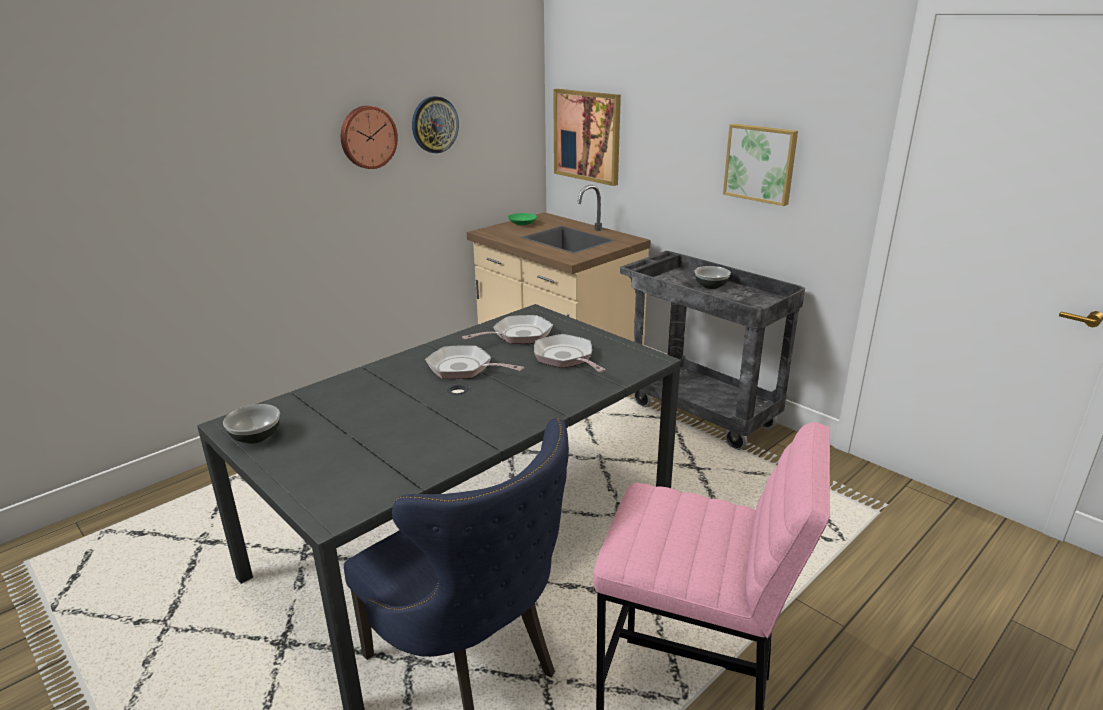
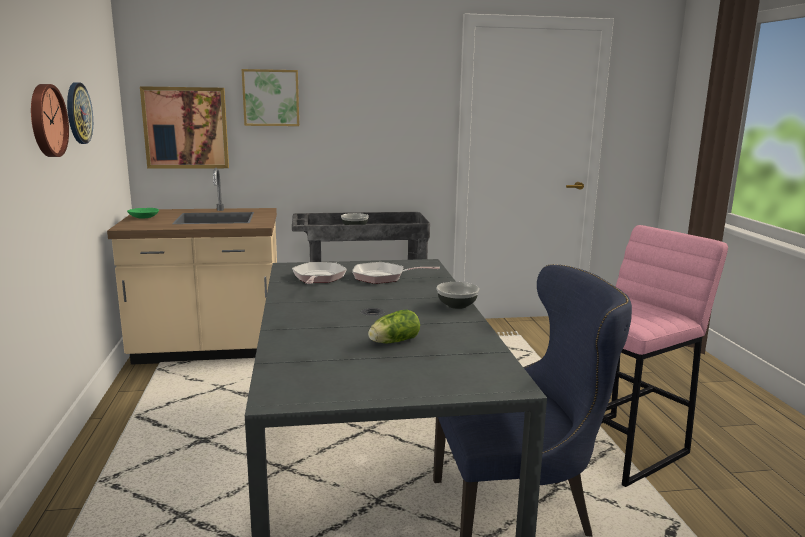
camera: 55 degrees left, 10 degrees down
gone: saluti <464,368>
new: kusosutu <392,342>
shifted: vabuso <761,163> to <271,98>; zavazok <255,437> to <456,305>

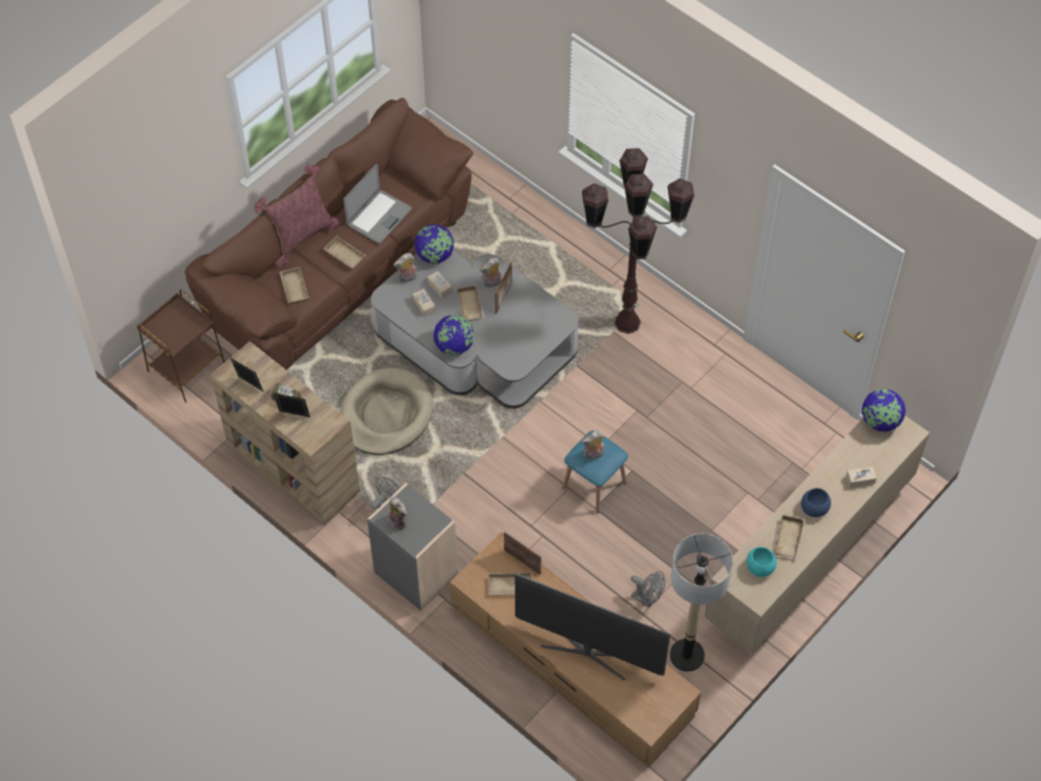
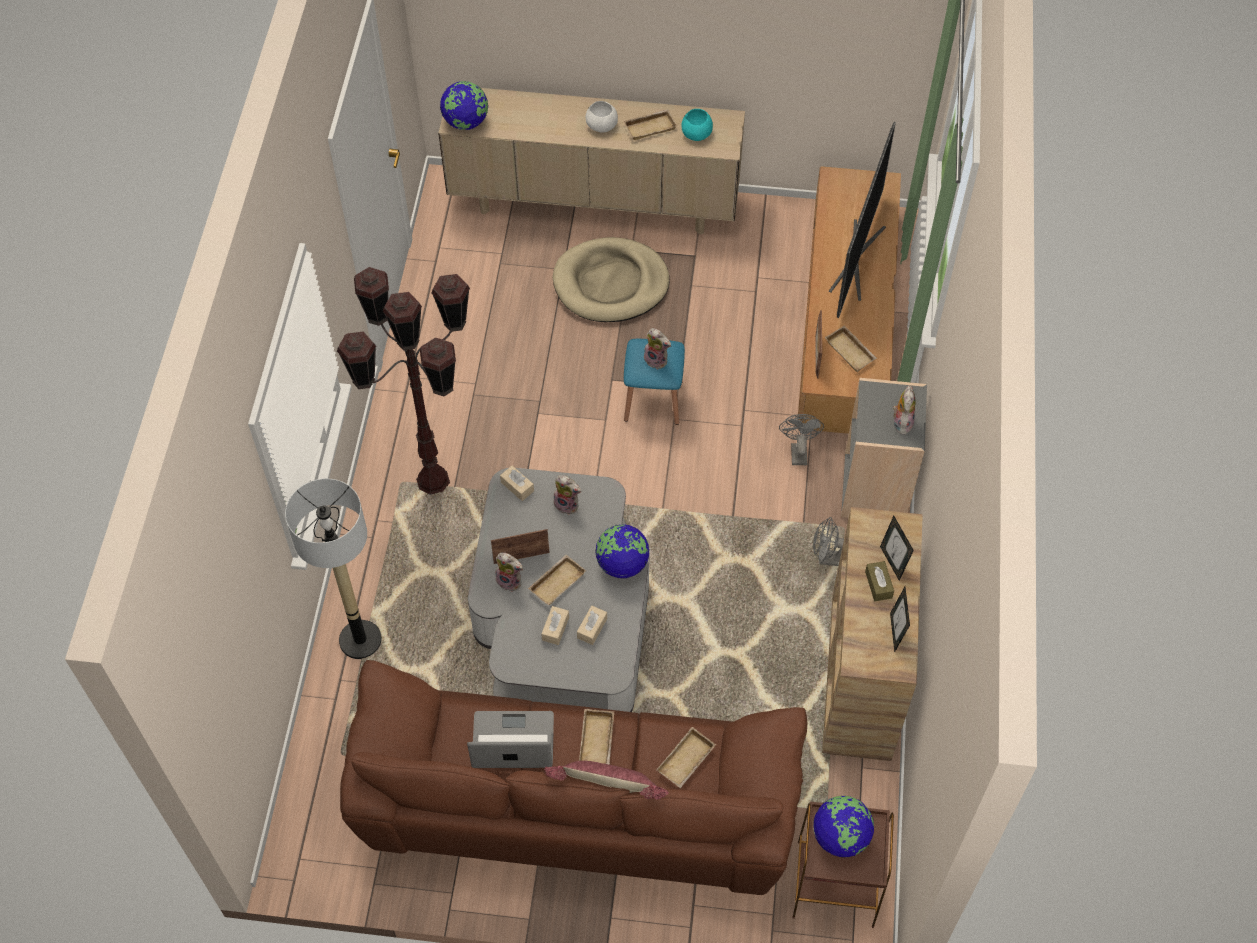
camera: 125 degrees left, 0 degrees up
shifted: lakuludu <687,655> to <360,639>; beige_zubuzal <860,480> to <517,486>; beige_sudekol <386,414> to <611,284>; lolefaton <407,278> to <568,504>; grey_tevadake <647,599> to <798,451>; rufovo <434,256> to <840,836>
repainted: blue_zavazok <814,508> to white_zavazok <602,125>
rotated: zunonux <588,650> = <857,259> 150 degrees counterclockwise

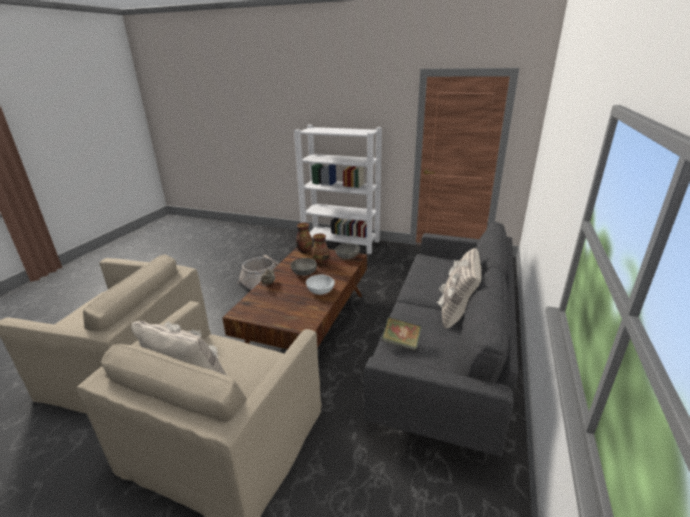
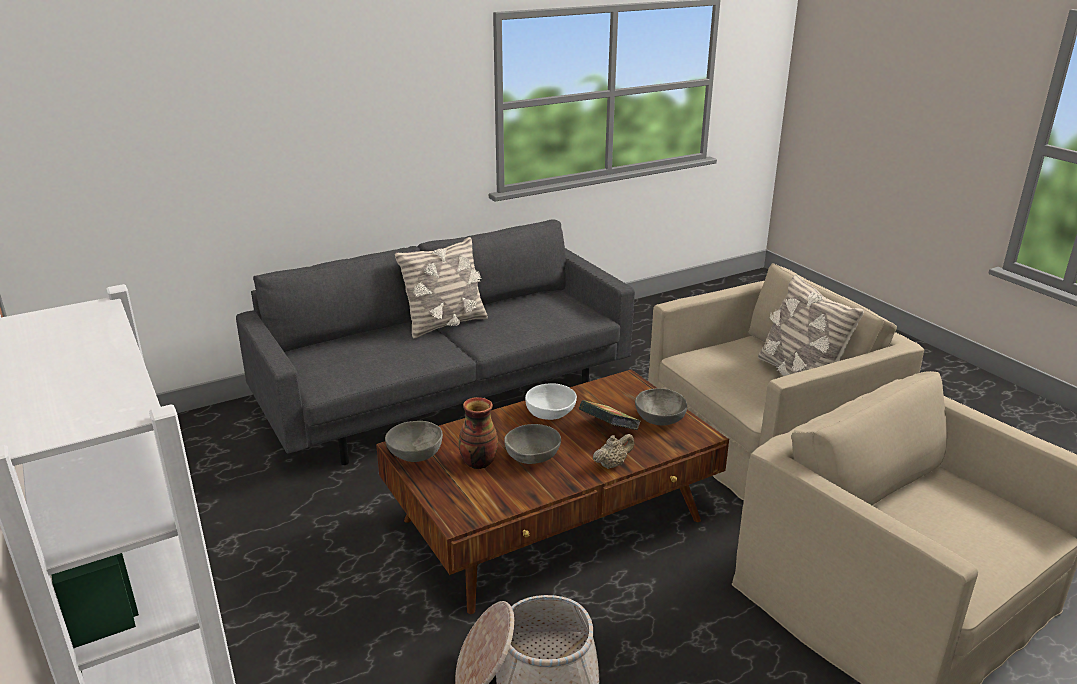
camera: 140 degrees left, 0 degrees up
gone: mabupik <304,251>
new: grey_zavazok <659,419>
shifted: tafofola <401,342> to <608,430>

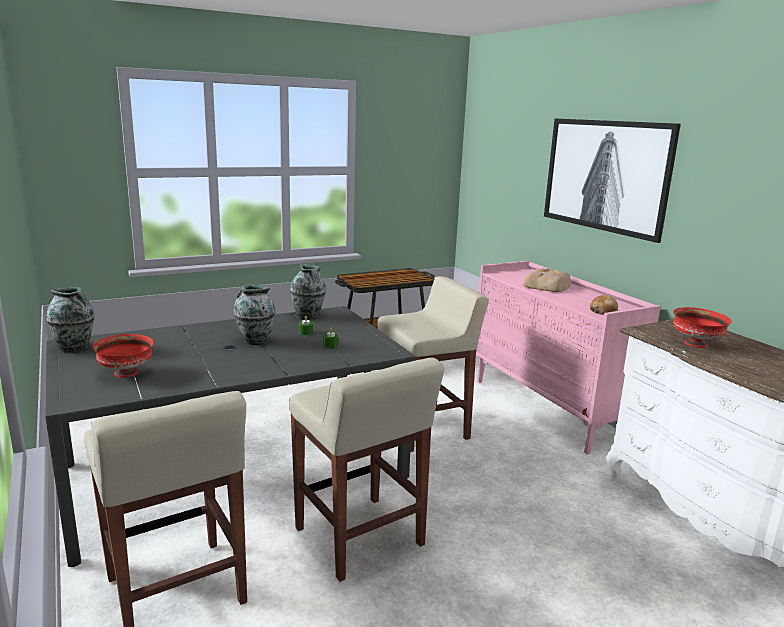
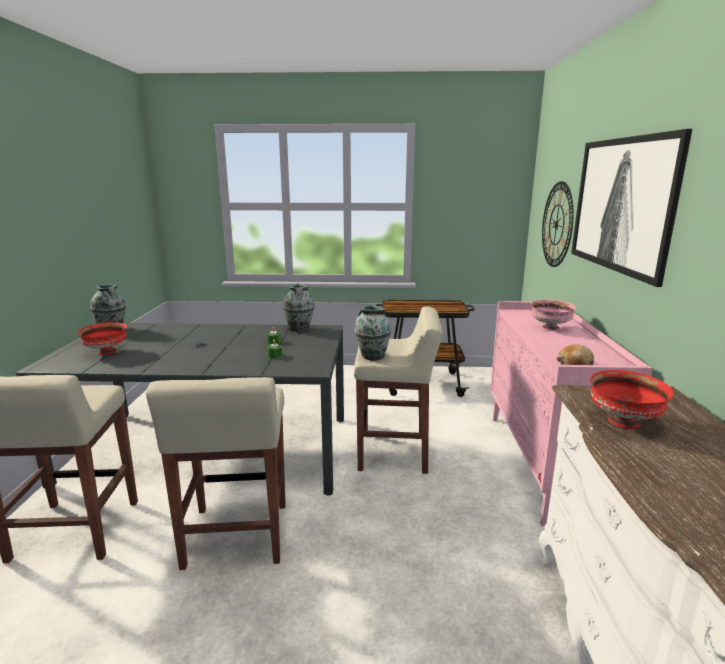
camera: 30 degrees right, 0 degrees up
new: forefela <556,225>
shifted: mabupik <255,340> to <372,356>
swapped: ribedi <547,285> to pink_zavazok <550,328>

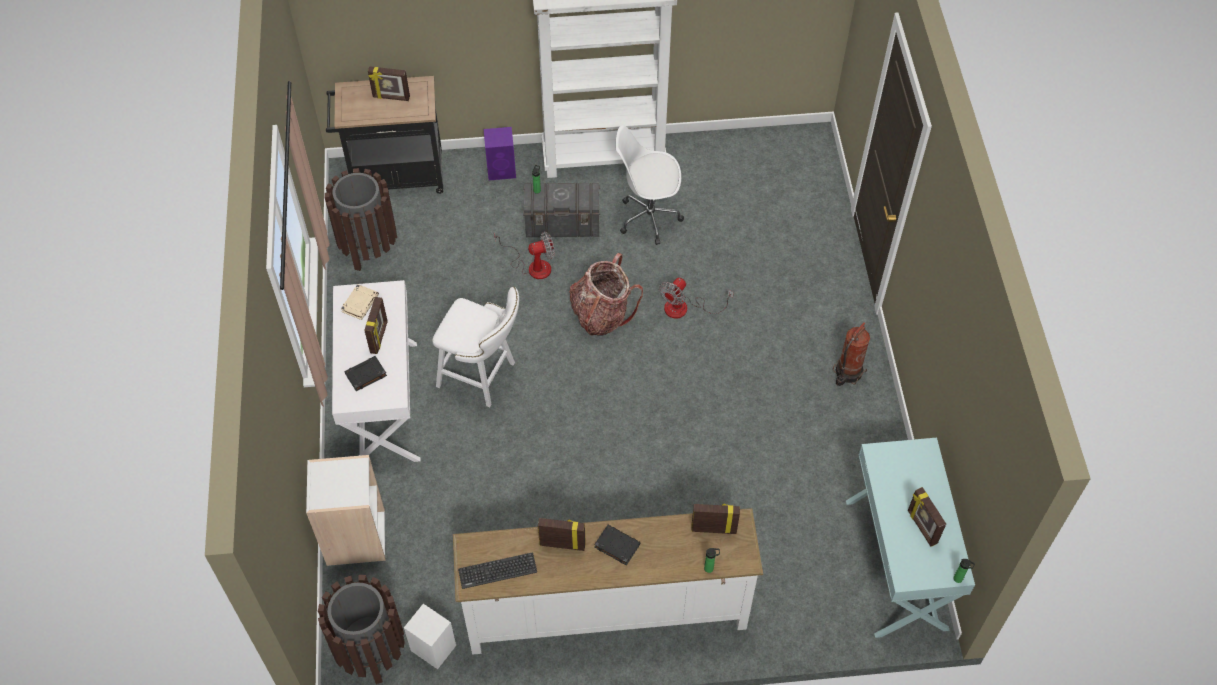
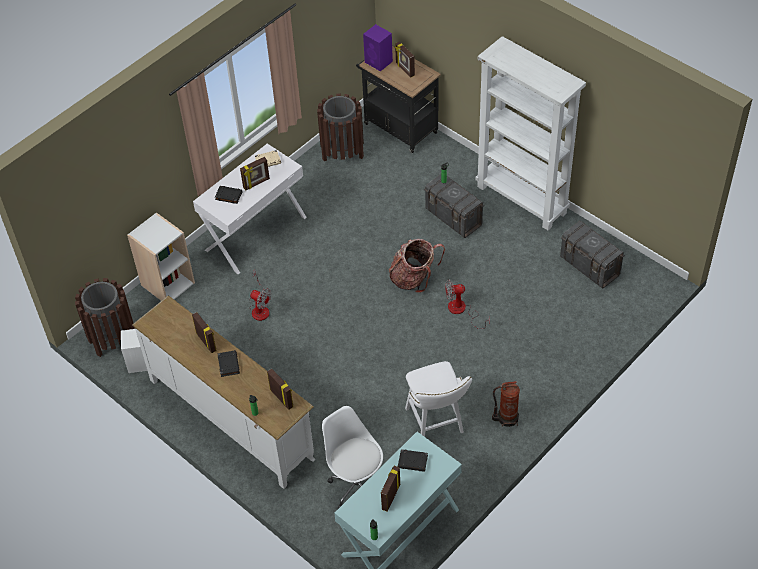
camera: 50 degrees right, 5 degrees down
gone: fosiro <497,571>
new: black_tafofola <413,462>; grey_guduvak <589,266>
shifted: tevadake <532,266> to <260,308>; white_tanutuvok <647,218> to <355,486>; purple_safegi <502,169> to <379,62>; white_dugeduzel <484,378> to <436,426>

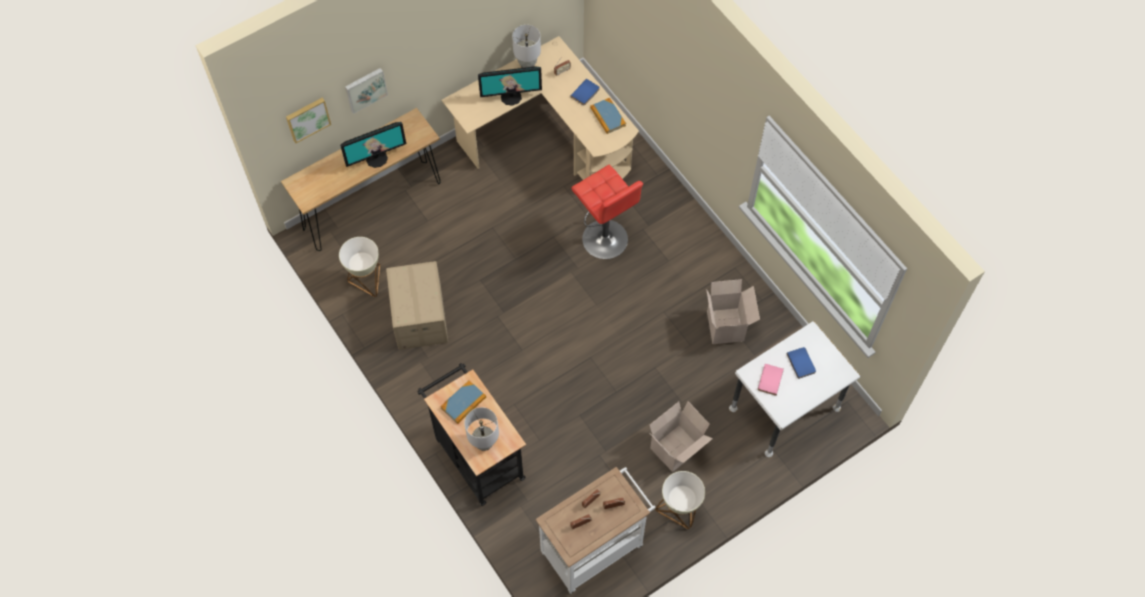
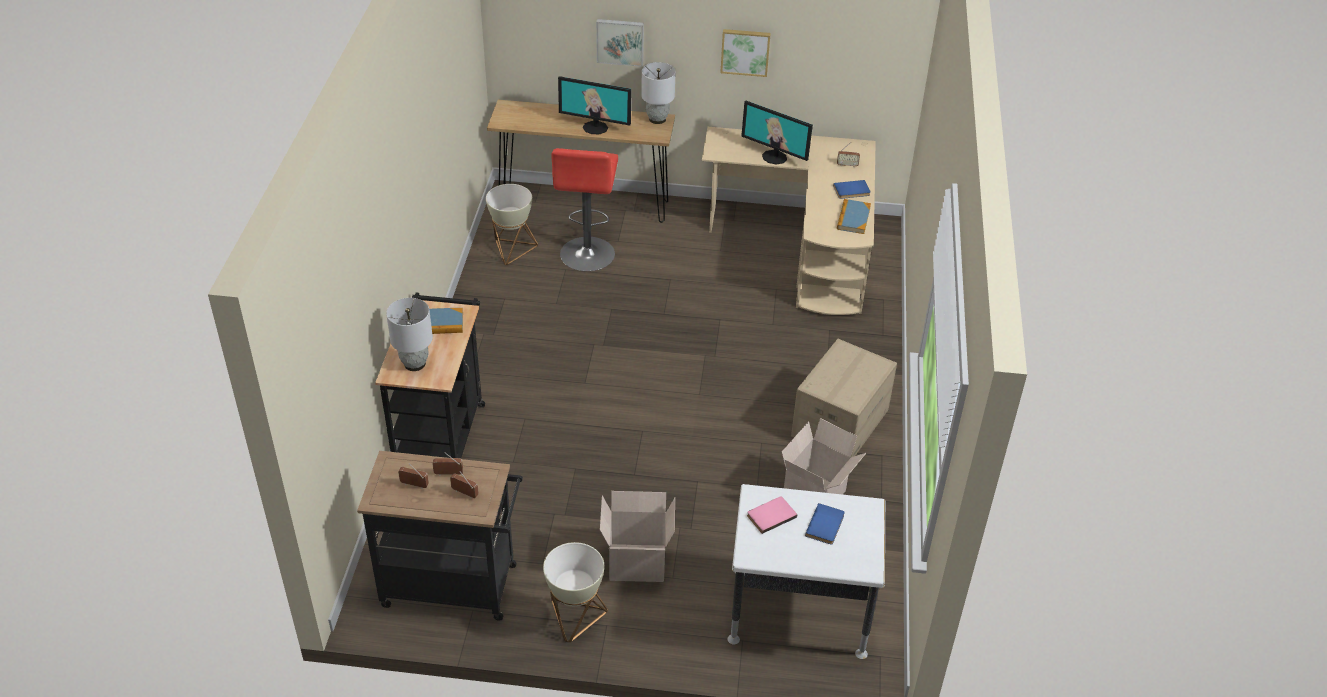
camera: 40 degrees right, 20 degrees down
shifted: red_dugeduzel <605,240> to <586,254>; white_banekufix <527,64> to <657,119>; vabuso <307,118> to <745,51>; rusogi <419,316> to <839,422>
repainted: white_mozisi <594,548> to black_mozisi <453,586>

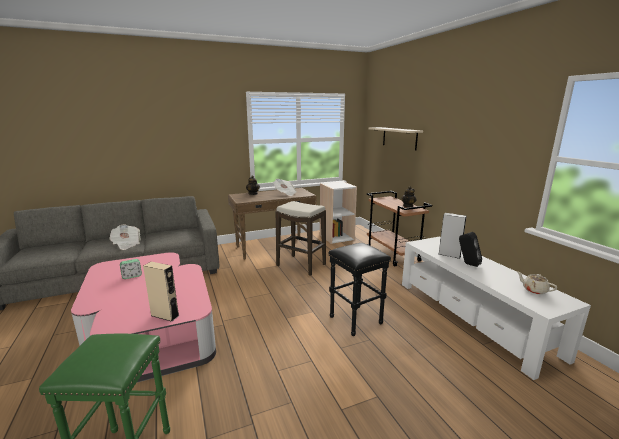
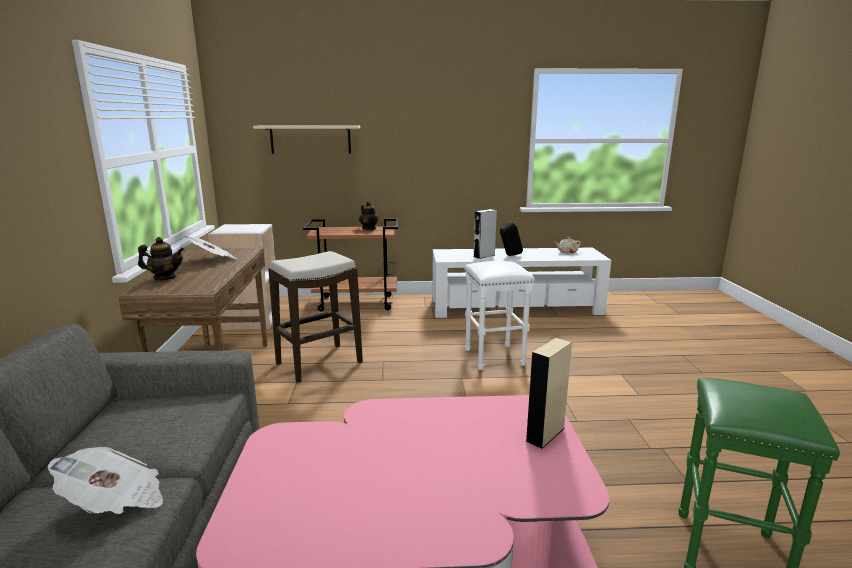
camera: 70 degrees left, 0 degrees up
gone: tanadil <132,276>
repainted: black_dugeduzel <357,320> to white_dugeduzel <495,356>

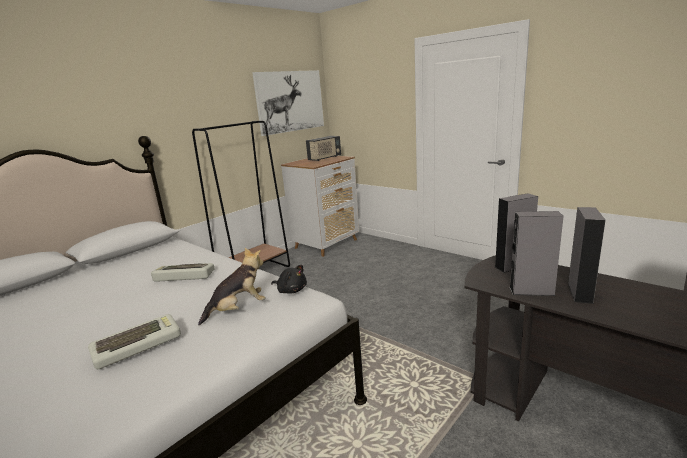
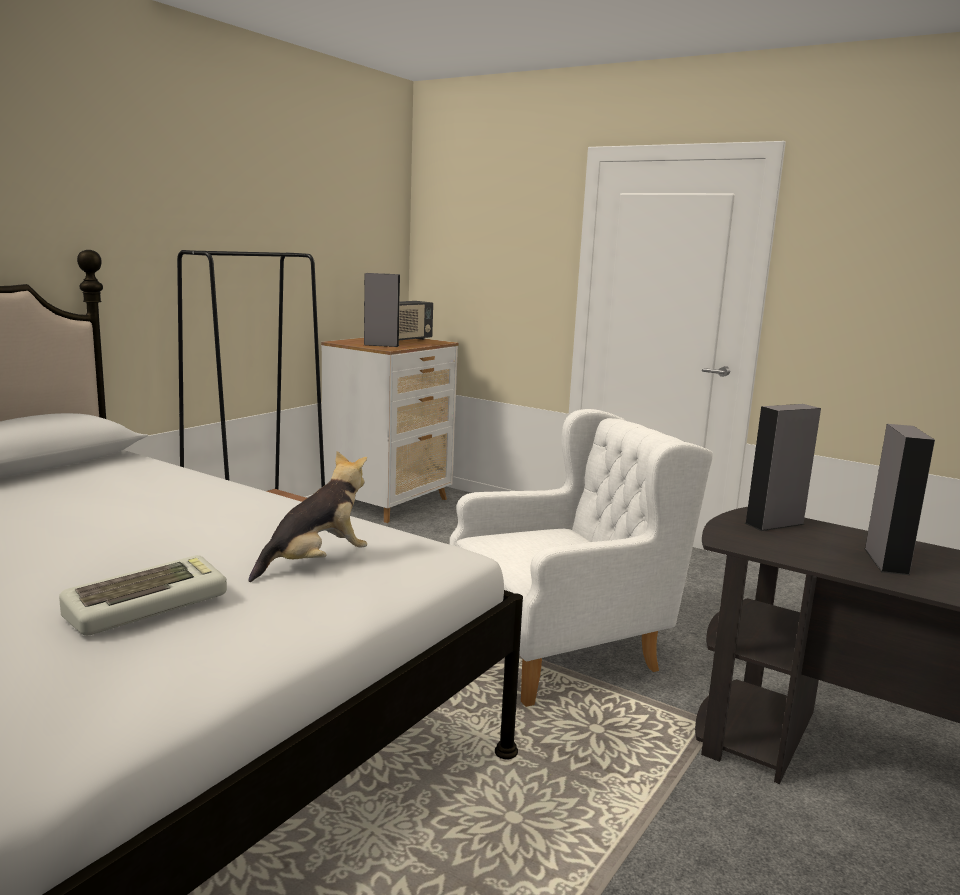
camera: 10 degrees left, 5 degrees down
gone: fosiro <183,276>; vabuso <290,101>; black_lolefaton <291,290>
new: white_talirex <564,650>
shifted: grey_safegi <531,291> to <381,345>

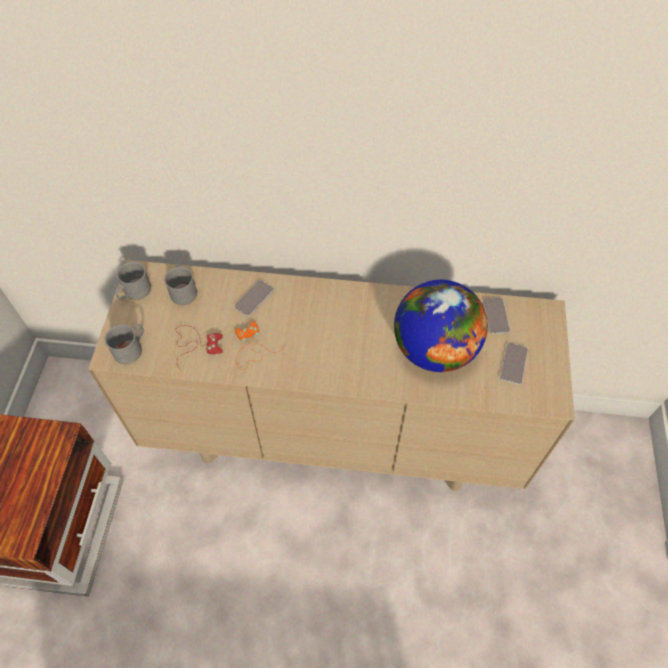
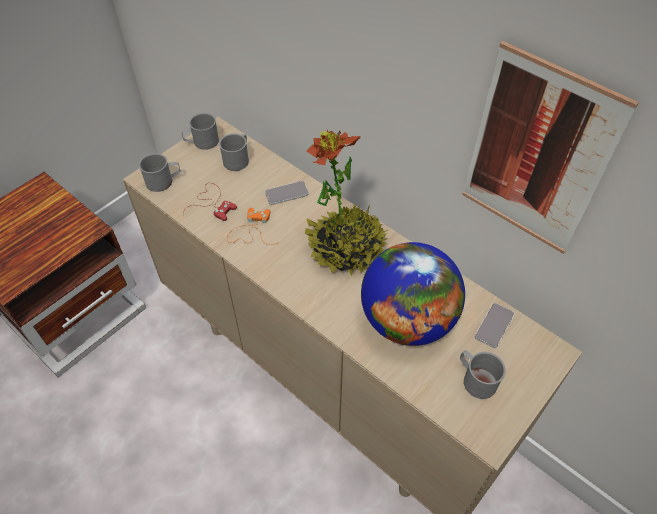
camera: 35 degrees right, 5 degrees down
new: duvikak <345,248>; vabuso <536,155>
swapped: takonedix <513,364> to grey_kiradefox <475,379>

